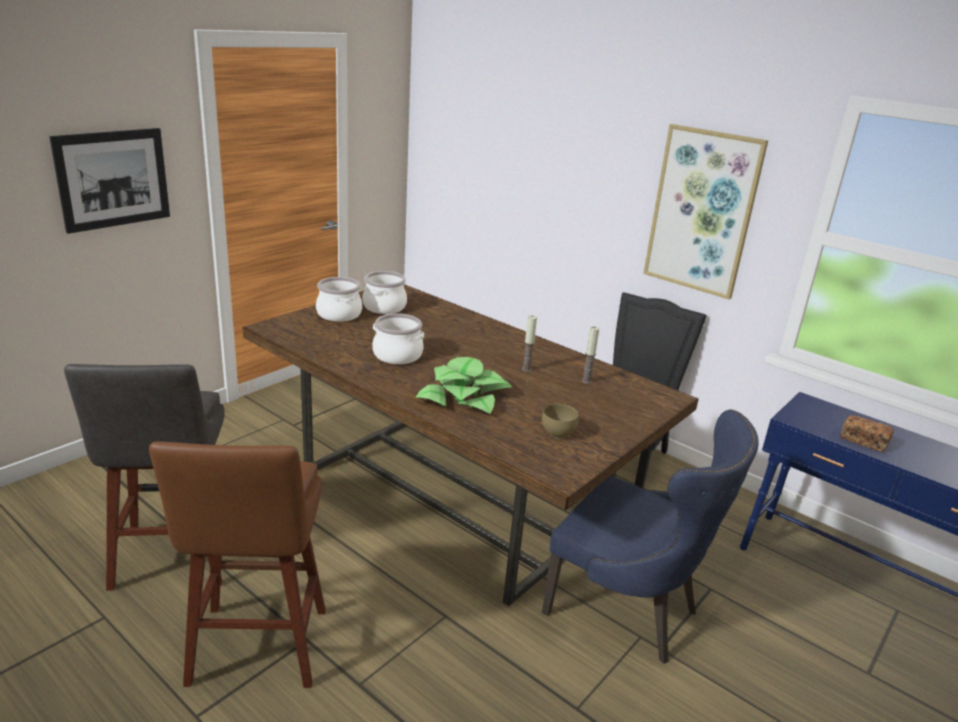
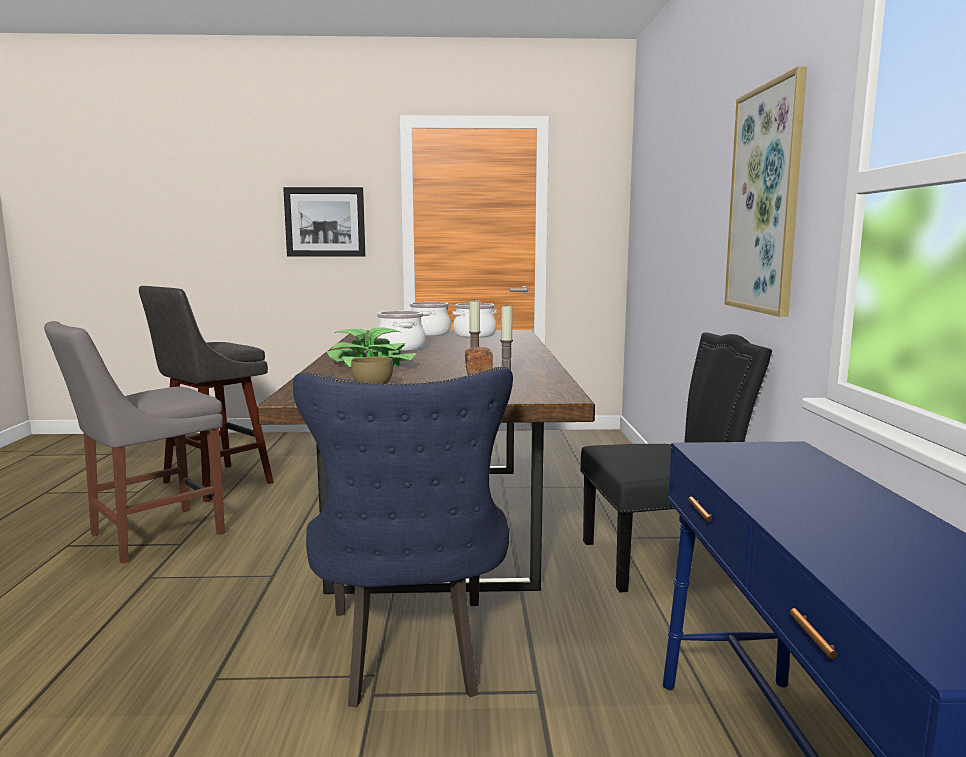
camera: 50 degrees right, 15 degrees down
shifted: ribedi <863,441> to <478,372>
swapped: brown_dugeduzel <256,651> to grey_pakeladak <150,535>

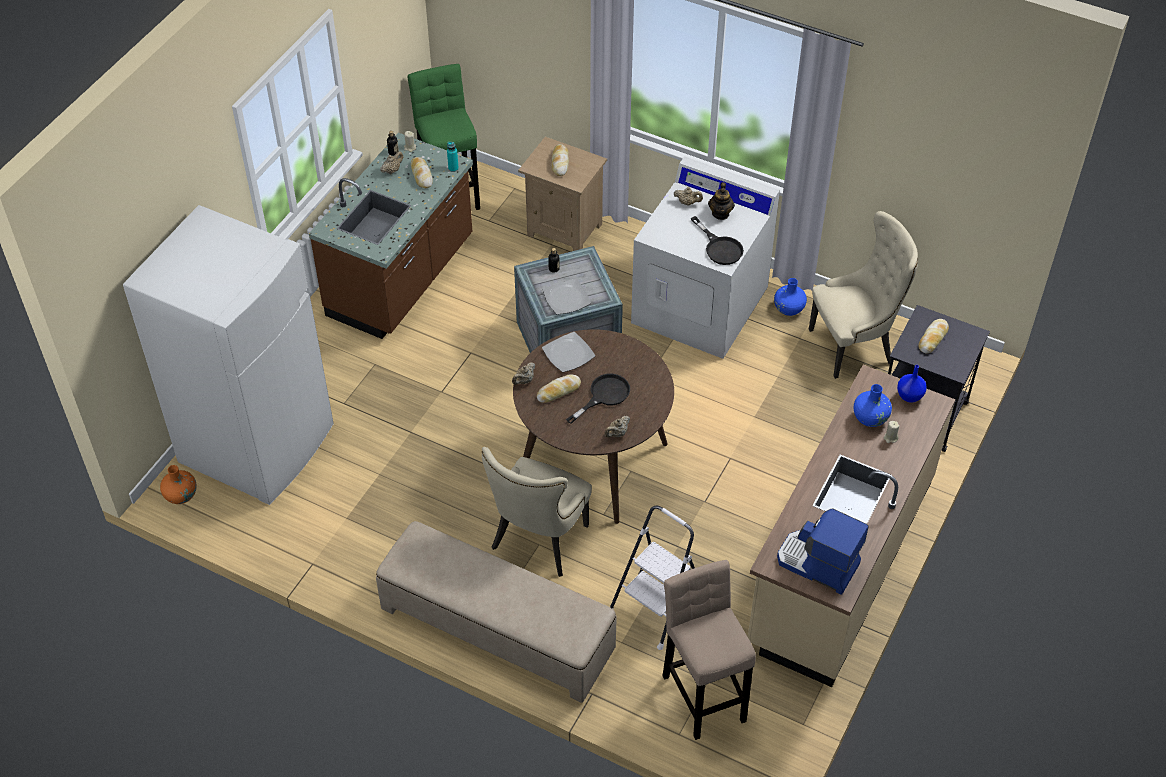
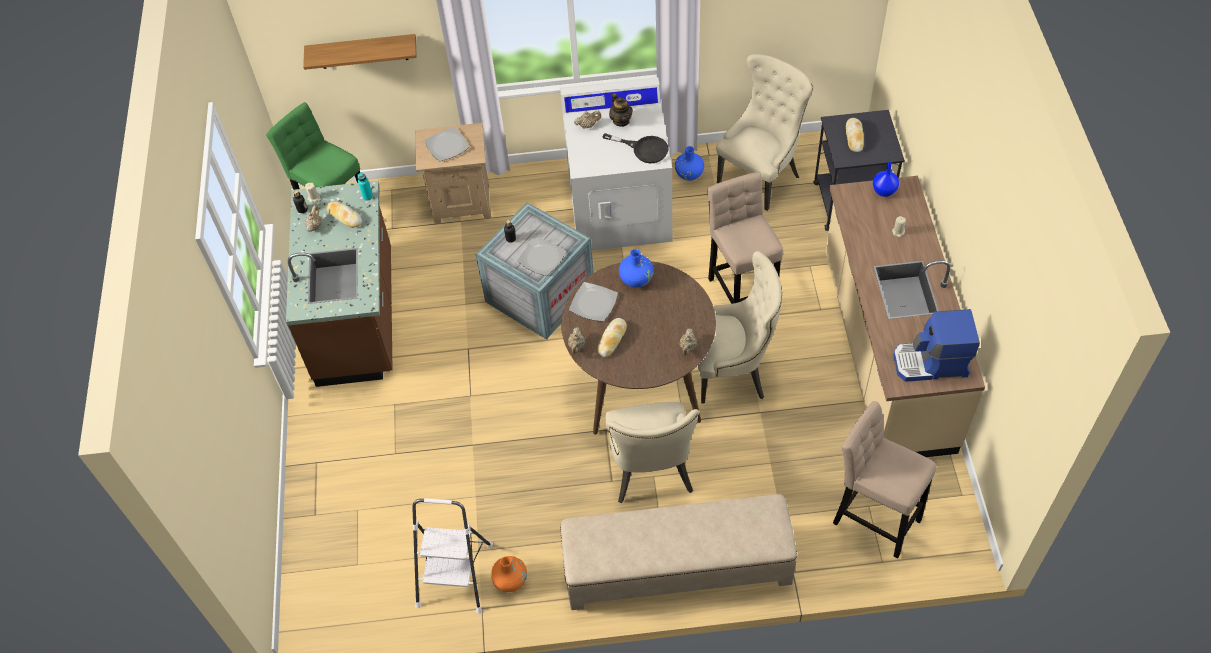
camera: 30 degrees left, 5 degrees up
gone: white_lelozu <257,443>; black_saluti <604,395>
new: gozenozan <362,51>; beige_pakeladak <731,371>; beige_dugeduzel <741,291>
shifted: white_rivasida <659,603> to <455,572>; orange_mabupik <181,495> to <510,580>; blue_mabupik <870,418> to <636,279>
swapped: ribedi <560,162> to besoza <446,145>

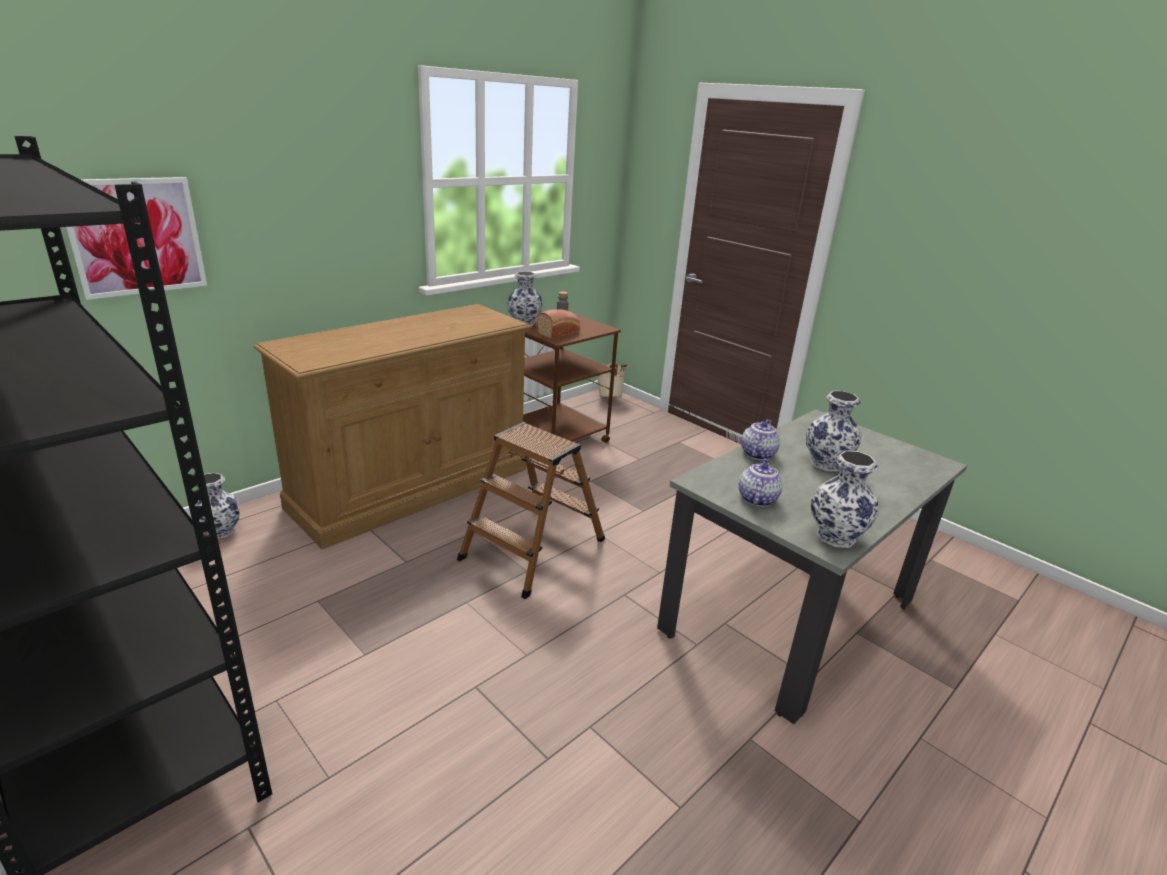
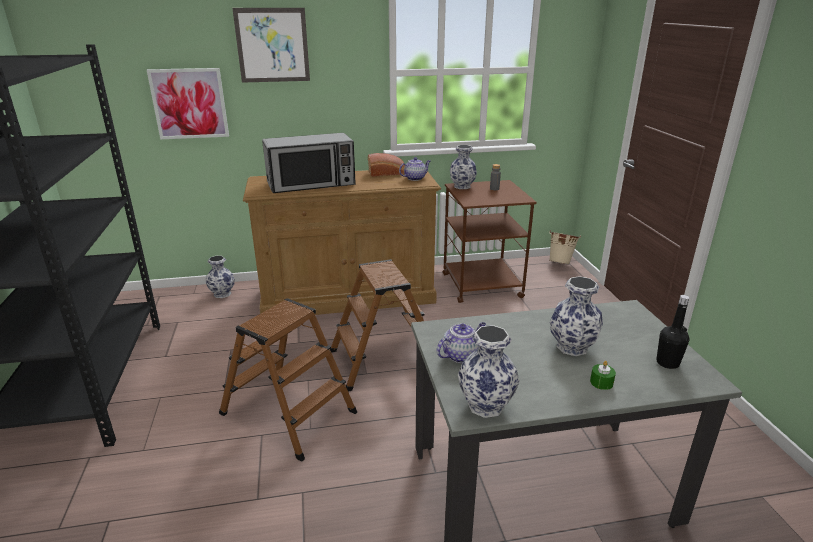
camera: 35 degrees right, 0 degrees up
new: brown_rivasida <288,412>; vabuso <272,45>; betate <311,184>; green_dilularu <601,382>; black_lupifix <667,363>
shifted: ribedi <560,333> to <387,173>; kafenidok <757,454> to <415,178>

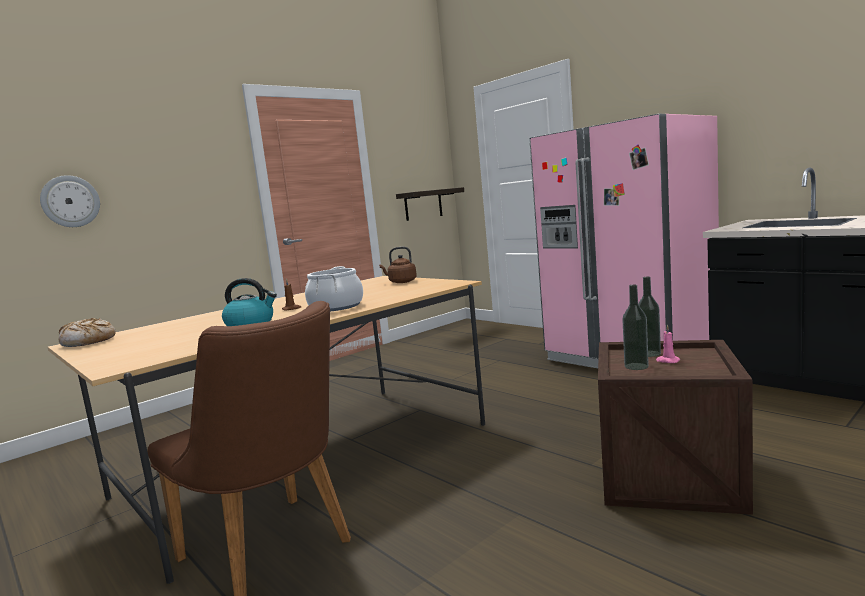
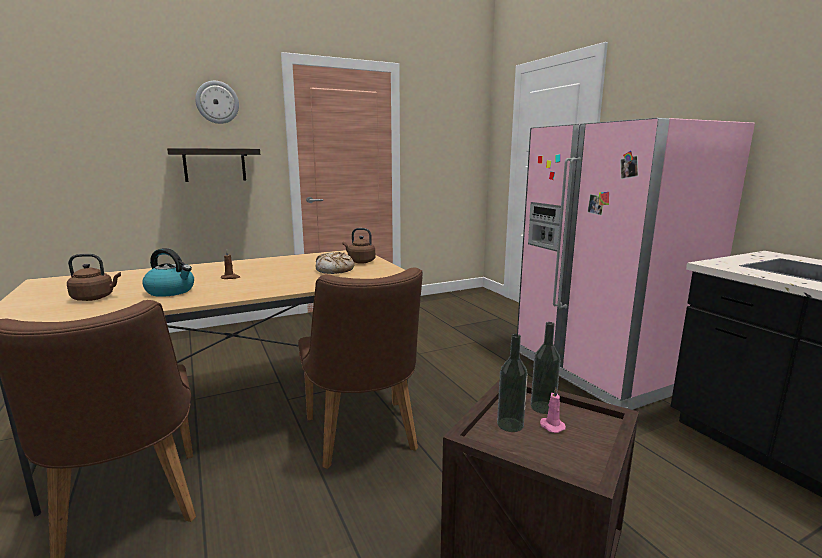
camera: 15 degrees right, 5 degrees up
gone: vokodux <336,307>
new: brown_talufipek <95,298>; brown_pakeladak <364,439>
shifted: gozenozan <423,204> to <214,165>; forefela <70,201> to <217,102>; ribedi <88,342> to <334,270>

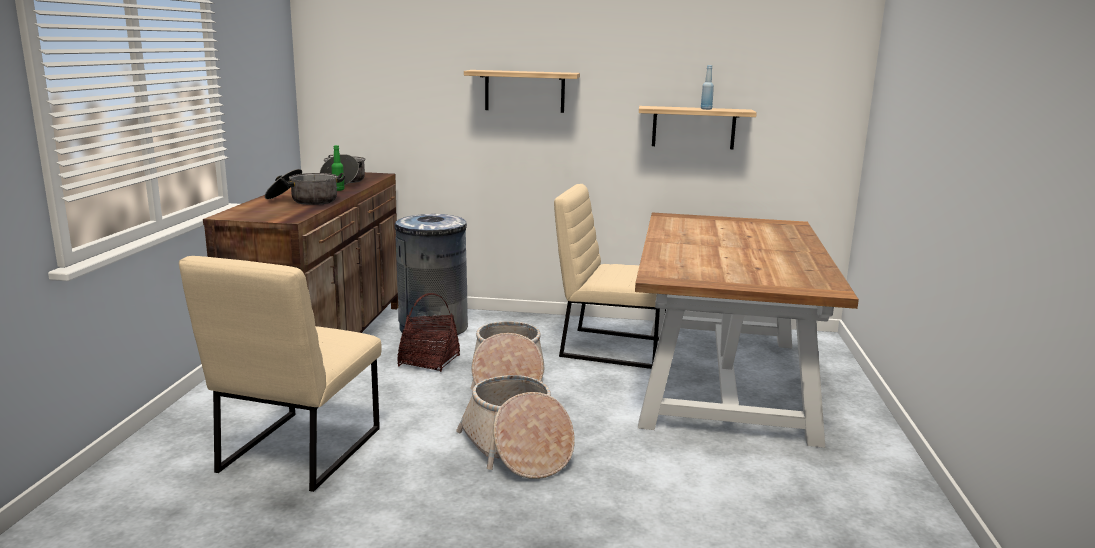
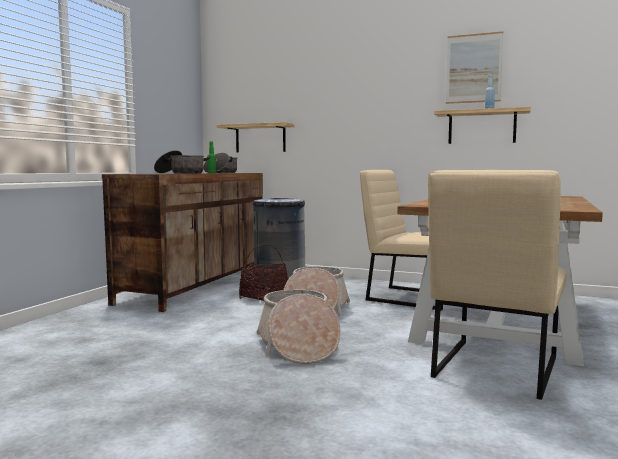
camera: 15 degrees right, 10 degrees down
new: vabuso <473,68>
shifted: gozenozan <524,91> to <260,138>; beige_pakeladak <297,451> to <494,368>

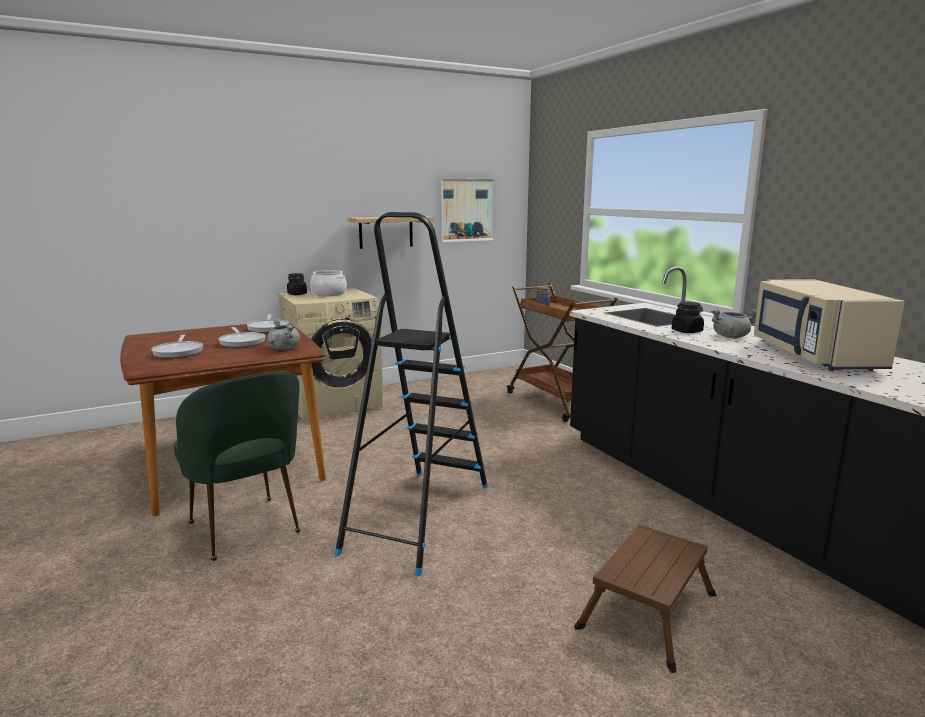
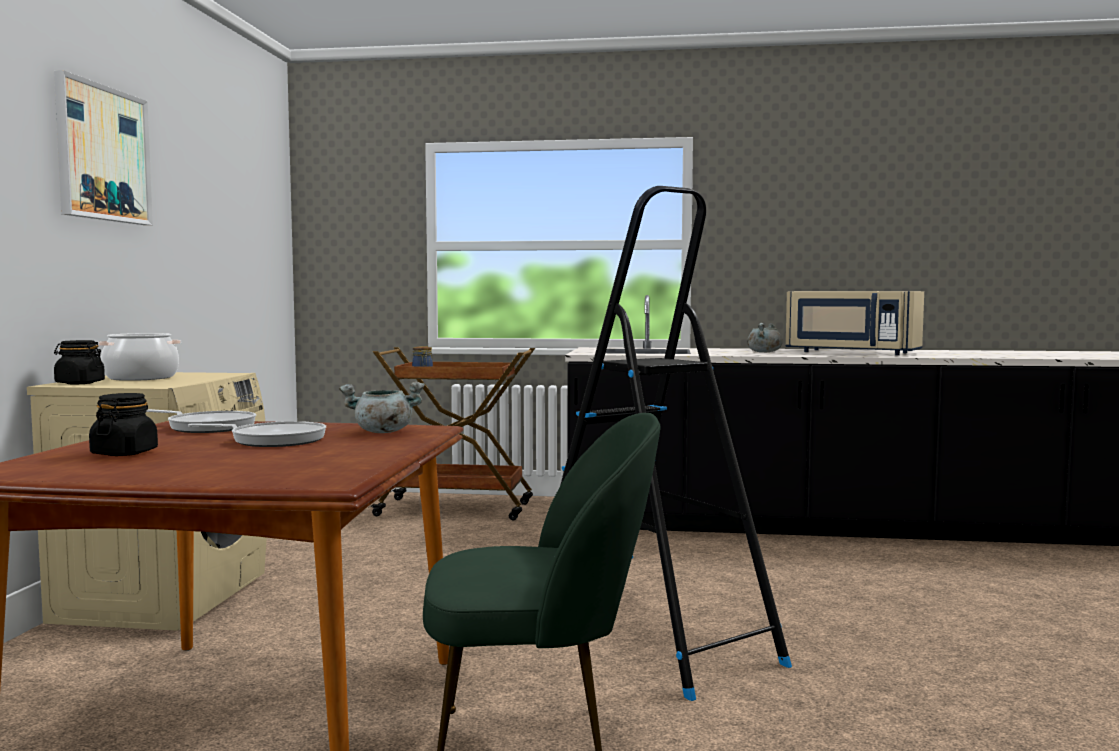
camera: 55 degrees left, 10 degrees down
gone: saluti <179,352>; gozenozan <386,232>; brown_rivasida <648,610>
shifted: vabuso <466,210> to <102,154>; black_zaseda <687,331> to <124,453>

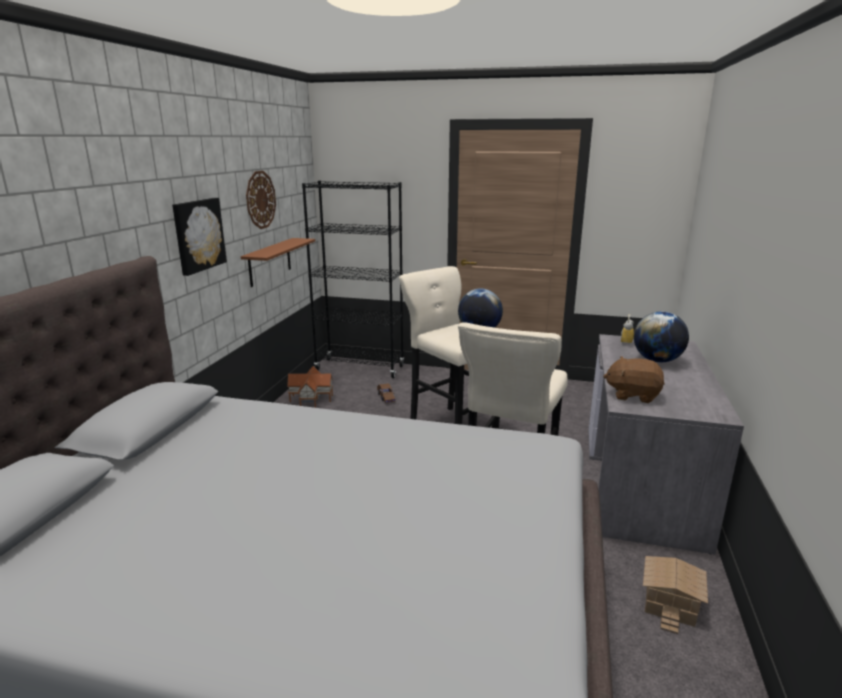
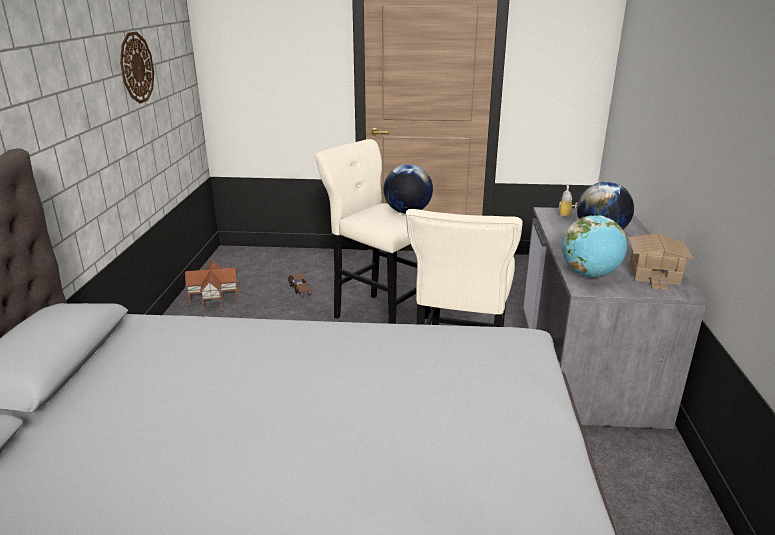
camera: 10 degrees left, 5 degrees up
gone: vabuso <198,235>; brown_gozenozan <270,262>; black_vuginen <360,368>
shifted: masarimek <668,602> to <652,273>
swapped: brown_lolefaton <632,395> to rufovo <589,275>

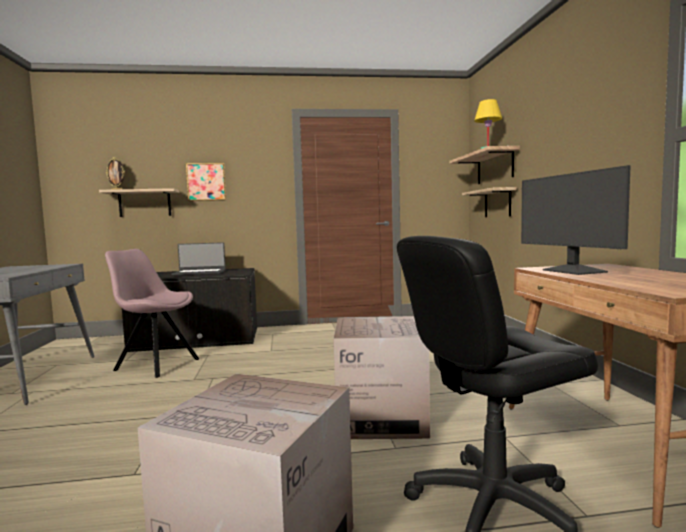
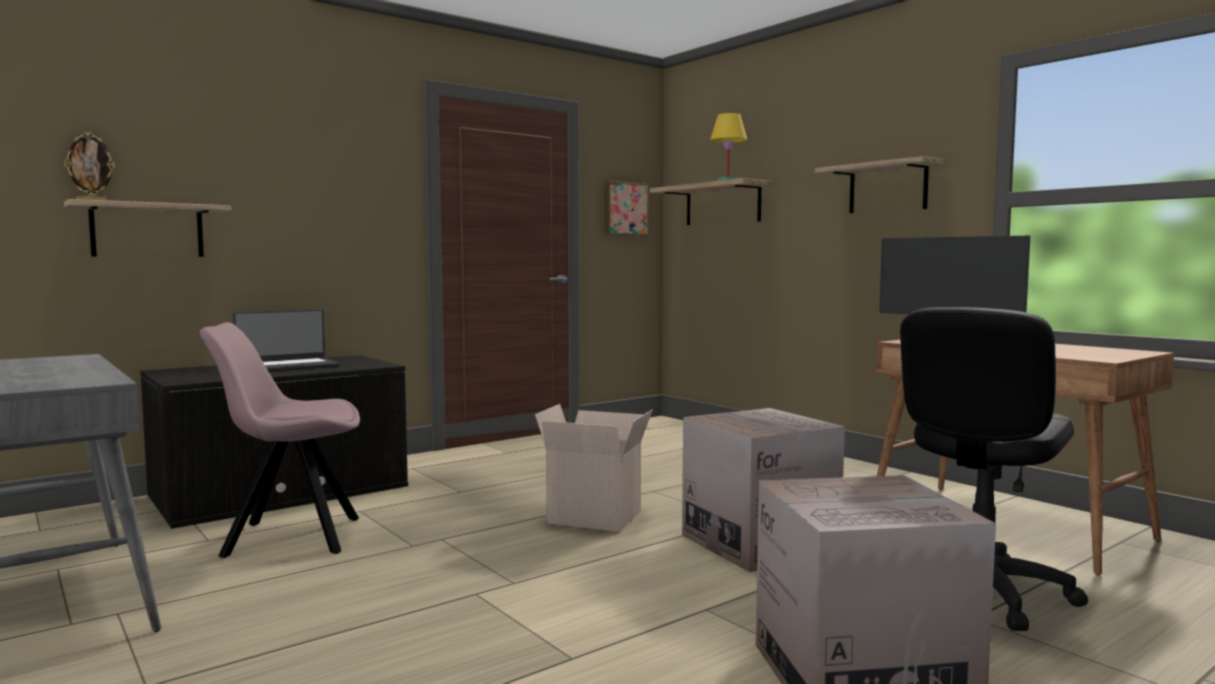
camera: 30 degrees left, 0 degrees up
new: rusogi <597,516>
shifted: vabuso <206,182> to <625,209>; gozenozan <497,203> to <887,188>

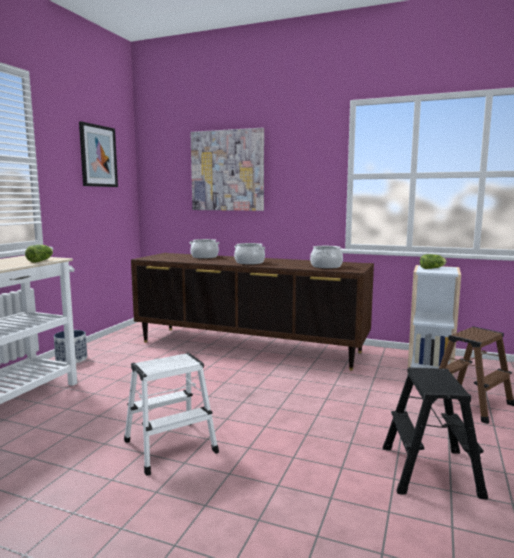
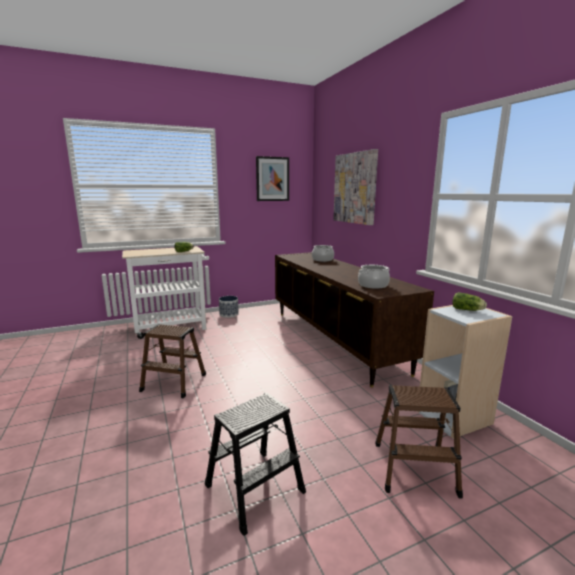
camera: 45 degrees right, 5 degrees up
gone: vokodux <249,263>
repainted: white_rivasida <170,445> to brown_rivasida <174,382>

